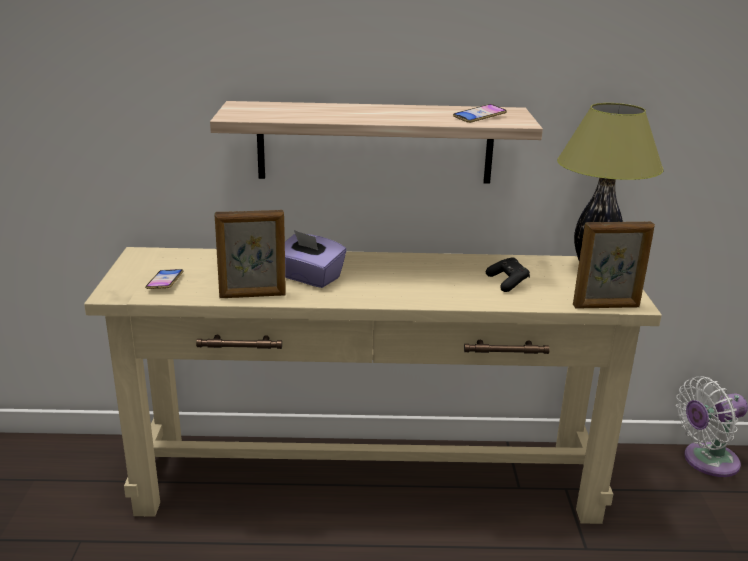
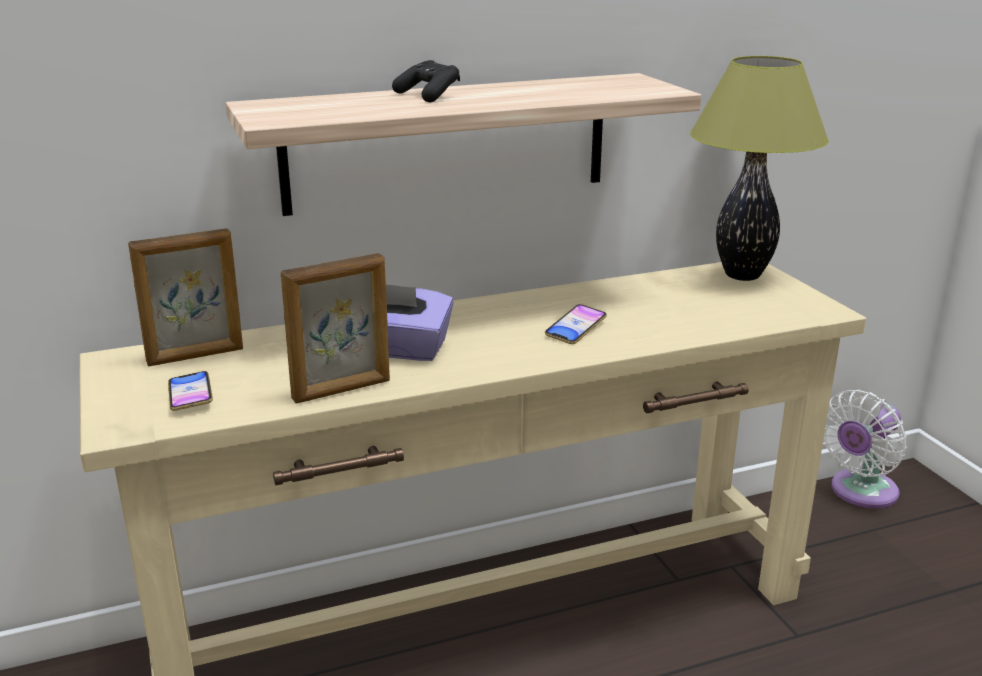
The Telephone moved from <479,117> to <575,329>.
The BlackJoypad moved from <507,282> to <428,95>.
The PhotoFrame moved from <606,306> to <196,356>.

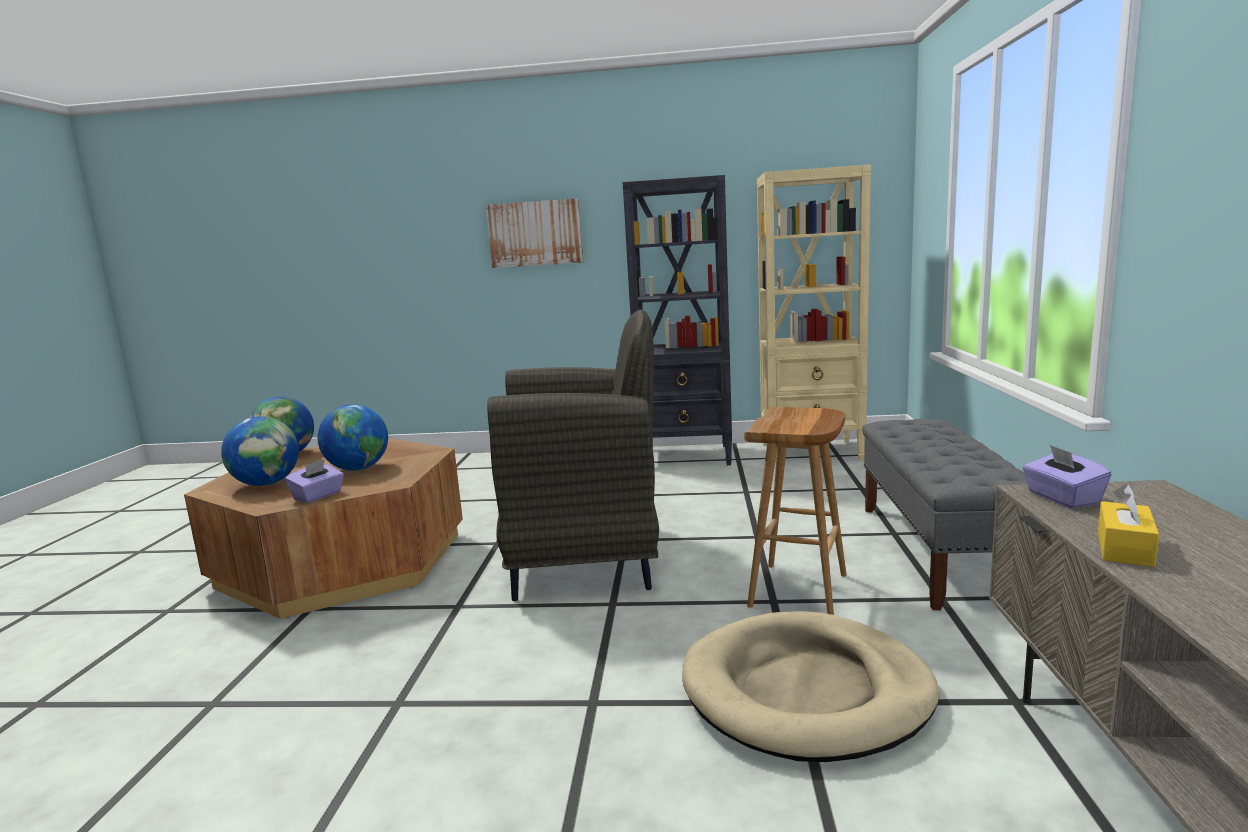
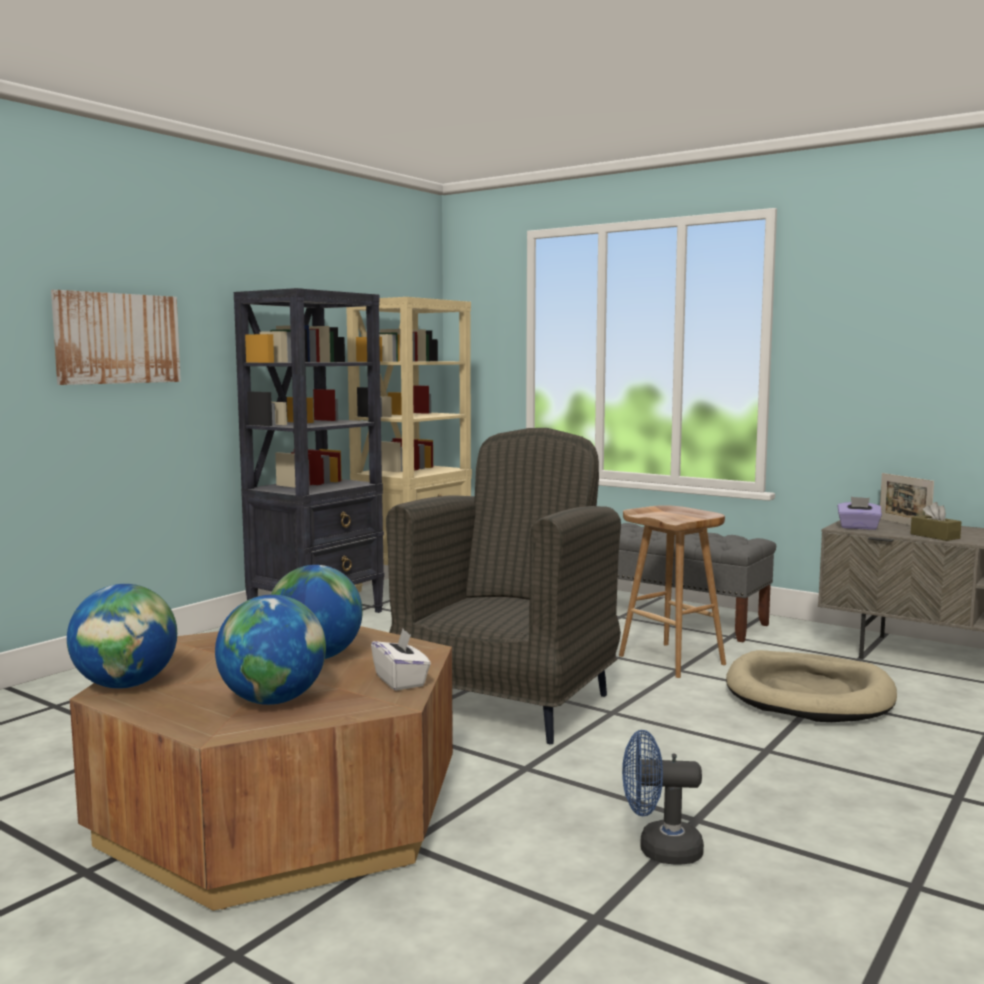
The PurplishTissueHolder at <318,496> became the WhitishTissueHolder at <401,681>.
The YellowTissueHolder at <1124,548> became the BrownColouredTissueHolder at <935,536>.
The BluishFan at <659,849> appeared.
The PhotoFrame at <904,524> appeared.

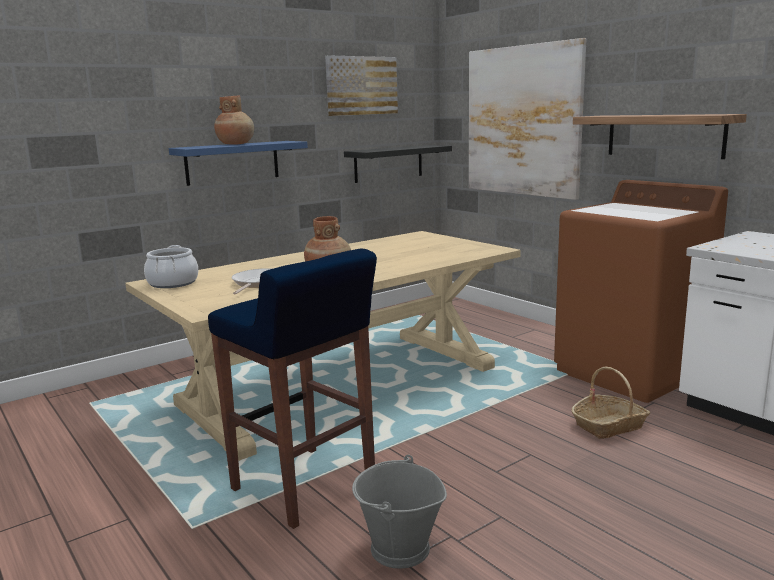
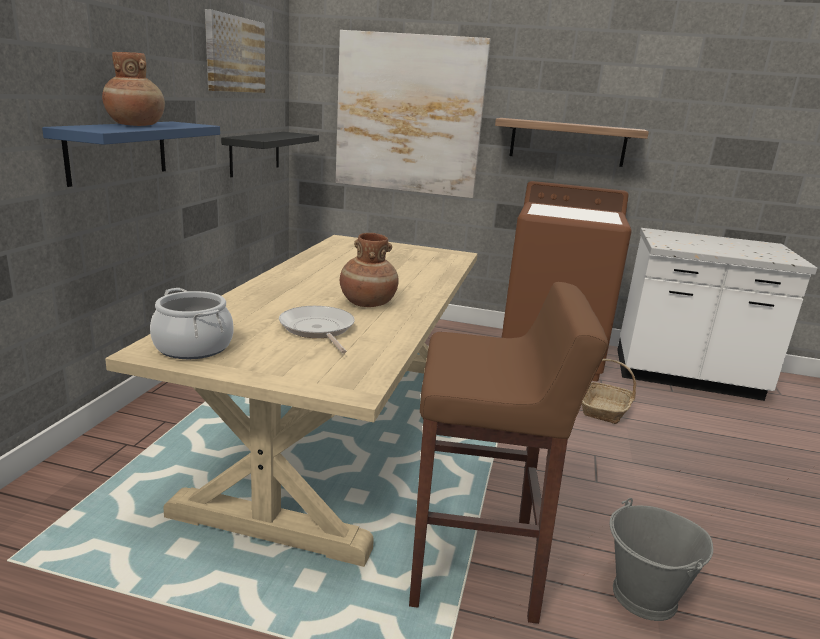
The BluishSittingStool at <305,486> became the BrownColouredSittingStool at <476,567>.

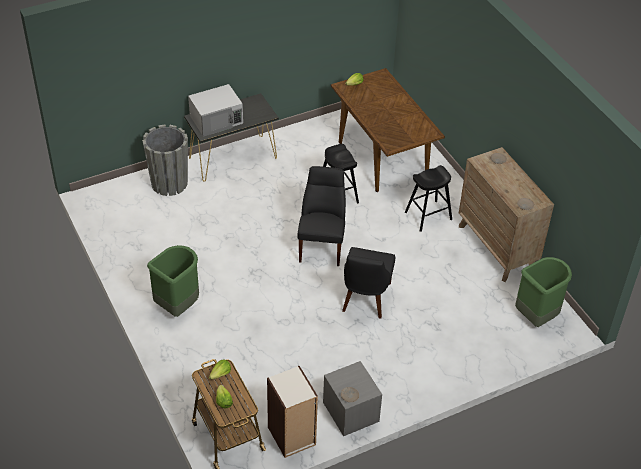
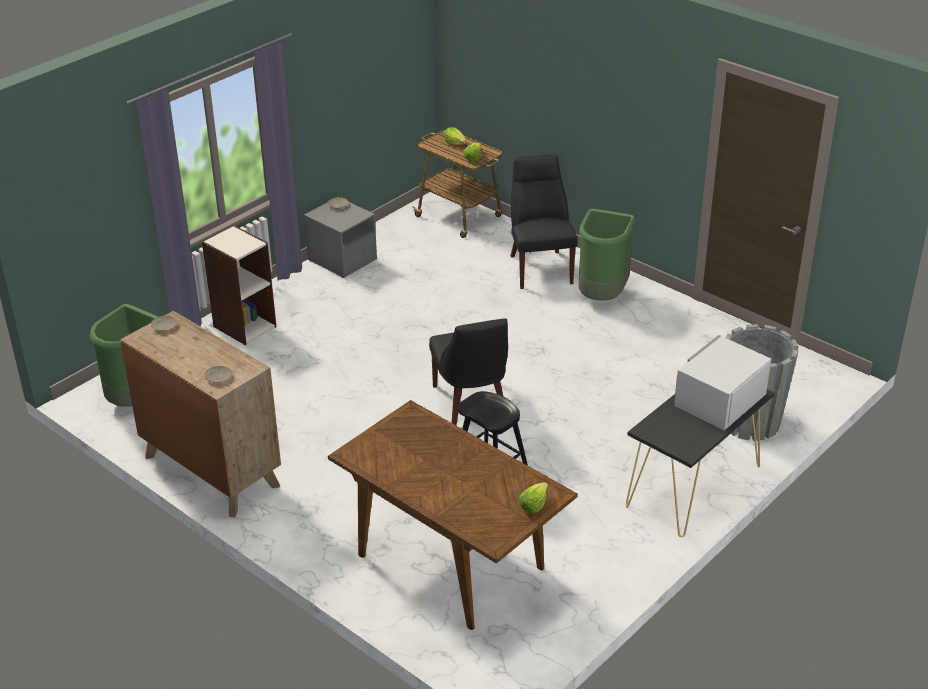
The Bookcase moved from <291,436> to <244,326>.
The BlackChair moved from <365,299> to <540,267>.
The BlackSittingStool at <428,216> disappeared.

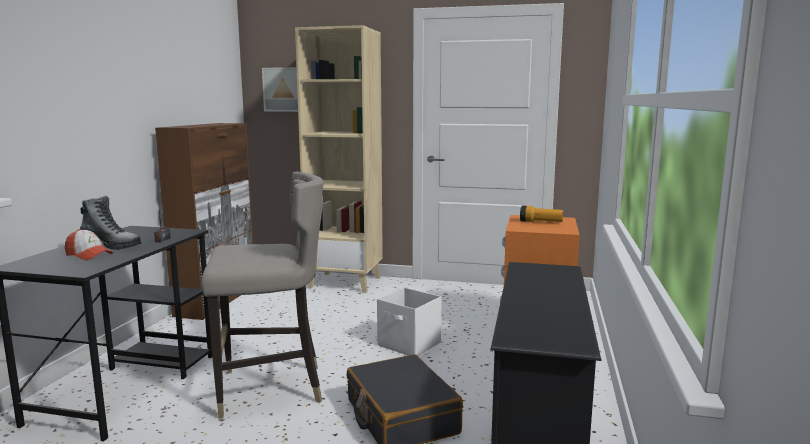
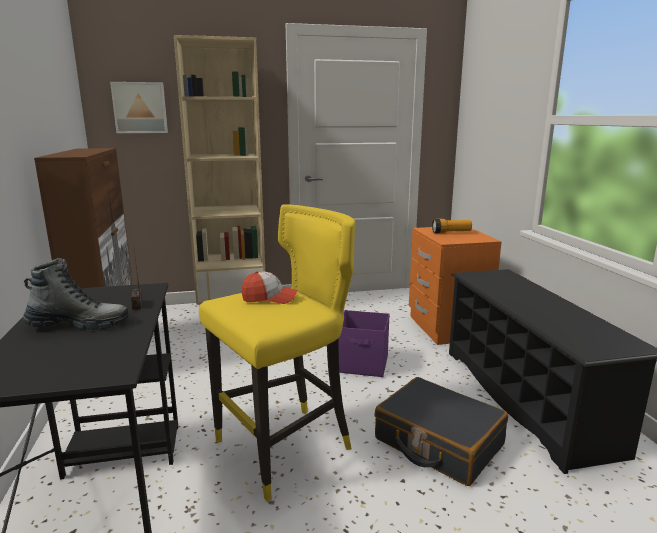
The BaseballCap moved from <89,255> to <269,298>.
The GreyishSittingStool at <271,389> became the YellowSittingStool at <286,448>.
The WhitishStorageBin at <409,344> became the PurplishStorageBin at <363,364>.

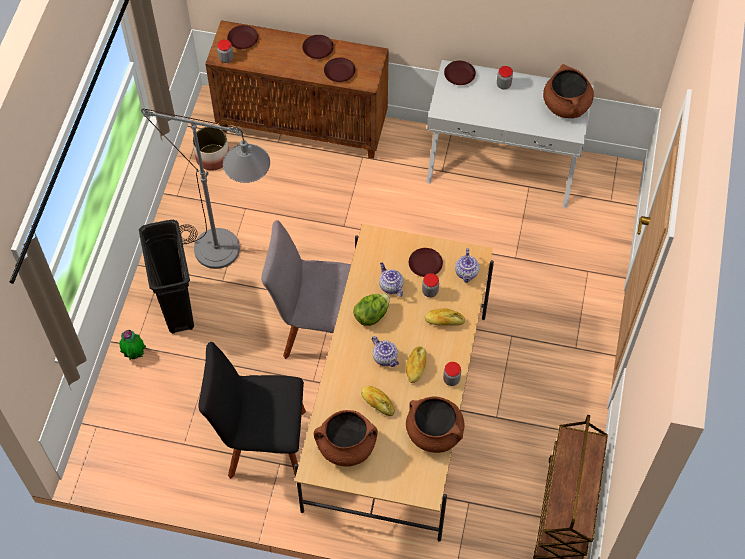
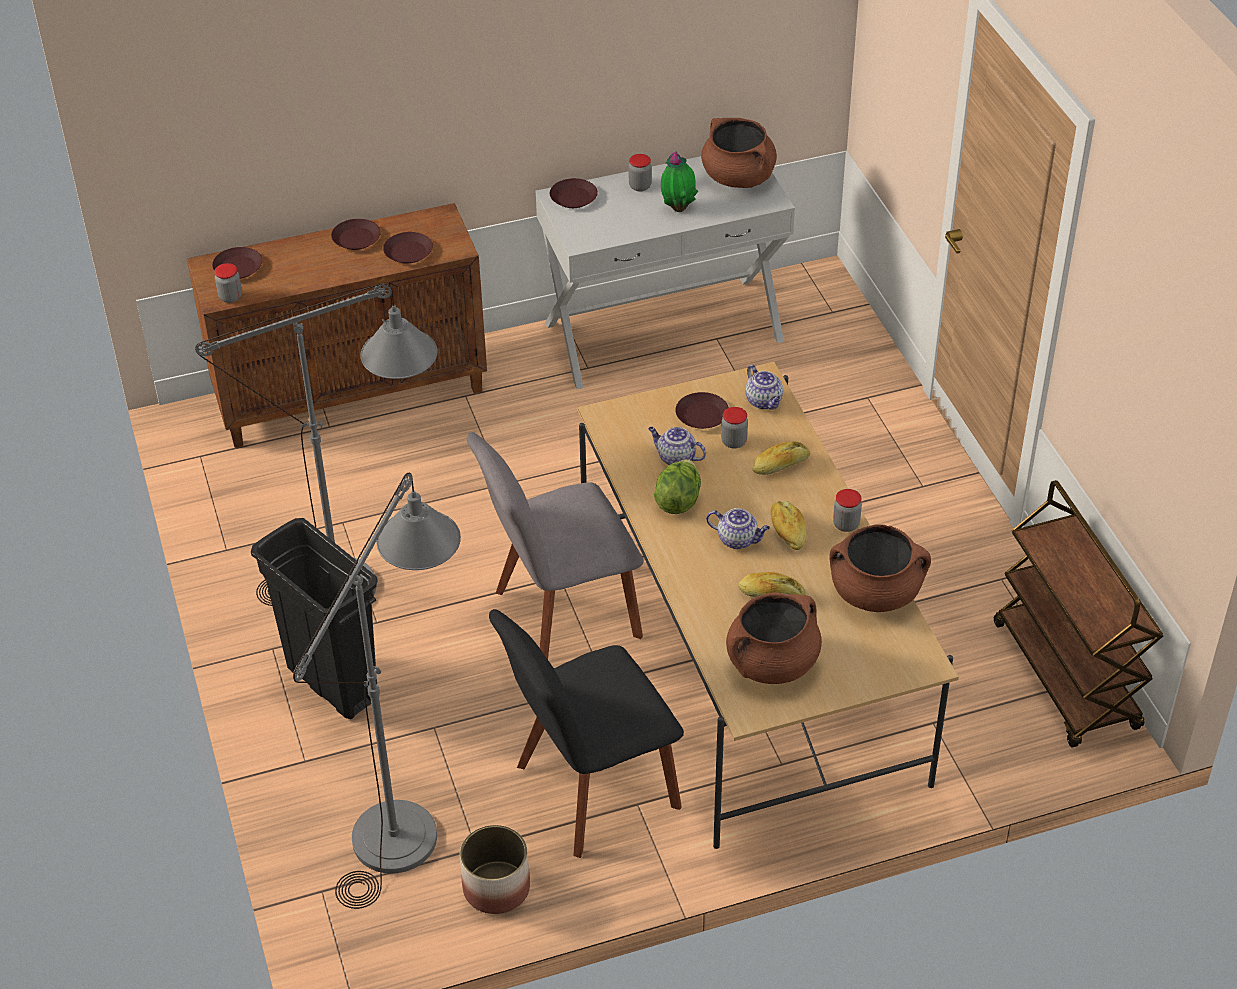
The Houseplant moved from <135,354> to <678,208>.
The PlantPot moved from <212,157> to <496,887>.
The GreyishStandardLamp at <408,820> appeared.

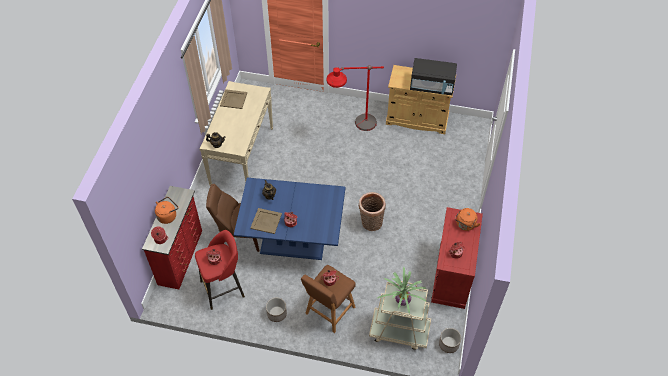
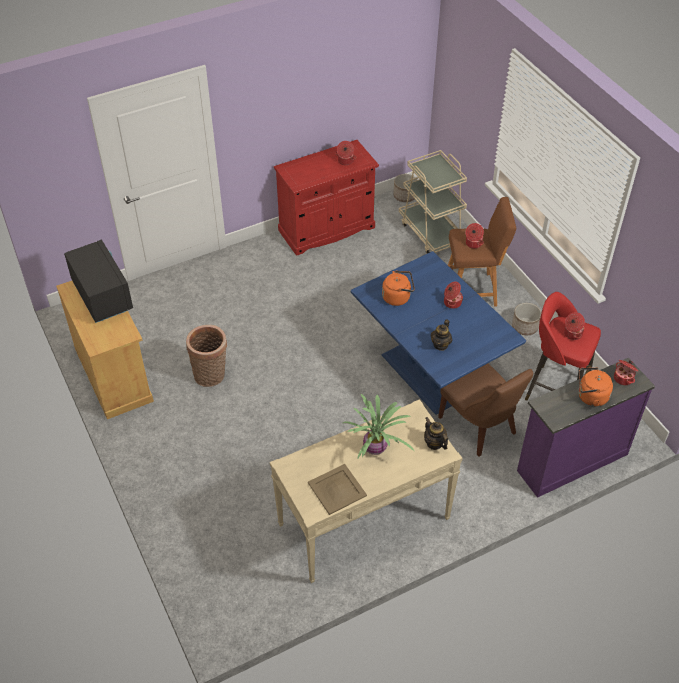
The ReddishDrawerChest at <181,257> became the PurplishDrawerChest at <570,461>.
The BeigeServingTray at <266,221> disappeared.
The ReddishStandardLamp at <354,130> disappeared.
The HouseholdBasket moved from <370,223> to <211,375>.
The Houseplant moved from <401,300> to <375,449>.
The OrangeyTeaKettle moved from <465,225> to <398,297>.

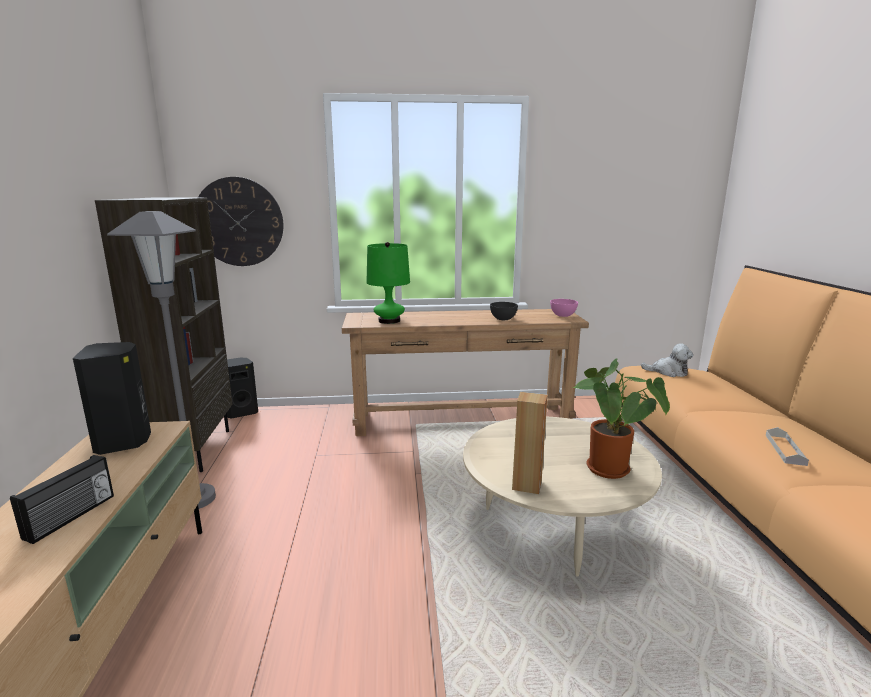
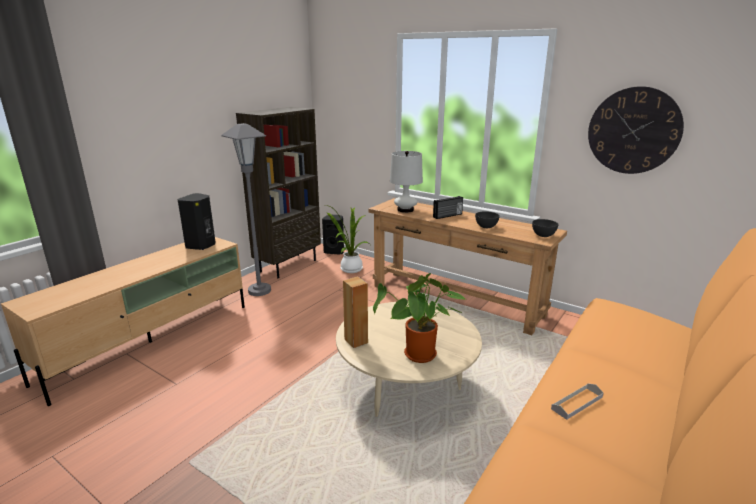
The Radio moved from <71,517> to <448,216>.
The HangingClock moved from <239,222> to <633,131>.
The GreenColouredTableLamp at <389,321> became the WhitishTableLamp at <405,210>.
The PinkColouredBowl at <562,315> became the GreyishBowl at <543,235>.
The SoftToy at <668,372> disappeared.
The Houseplant at <349,269> appeared.

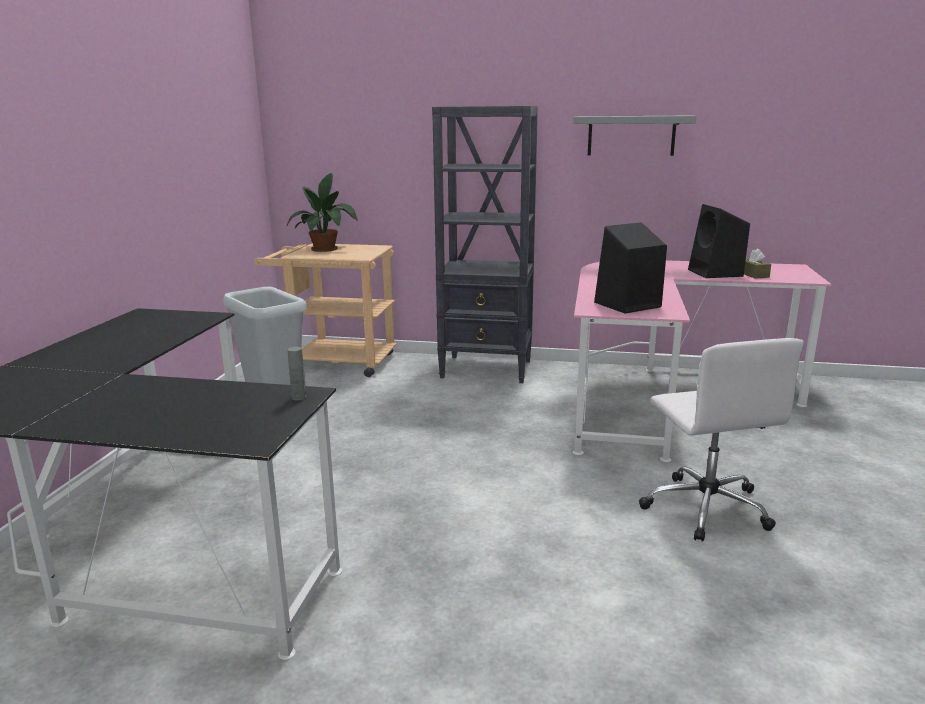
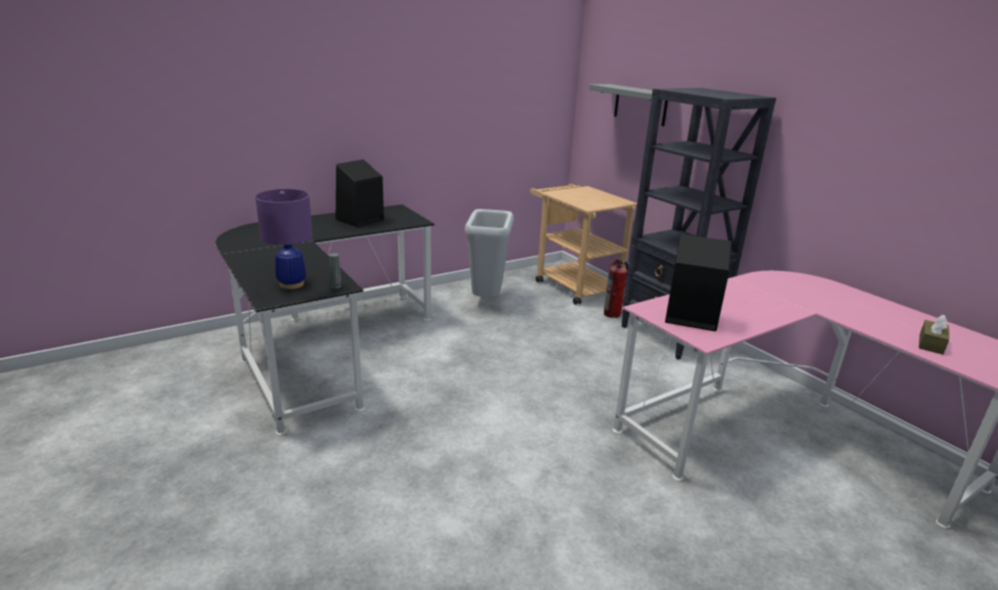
The Houseplant at <326,249> disappeared.
The GreyishBracketShelf moved from <631,135> to <640,105>.
The WhitishComputerChair at <705,507> disappeared.
The BlackSpeaker moved from <716,273> to <359,220>.
The PurplishTableLamp at <291,284> appeared.
The FireExtinguisher at <612,314> appeared.

